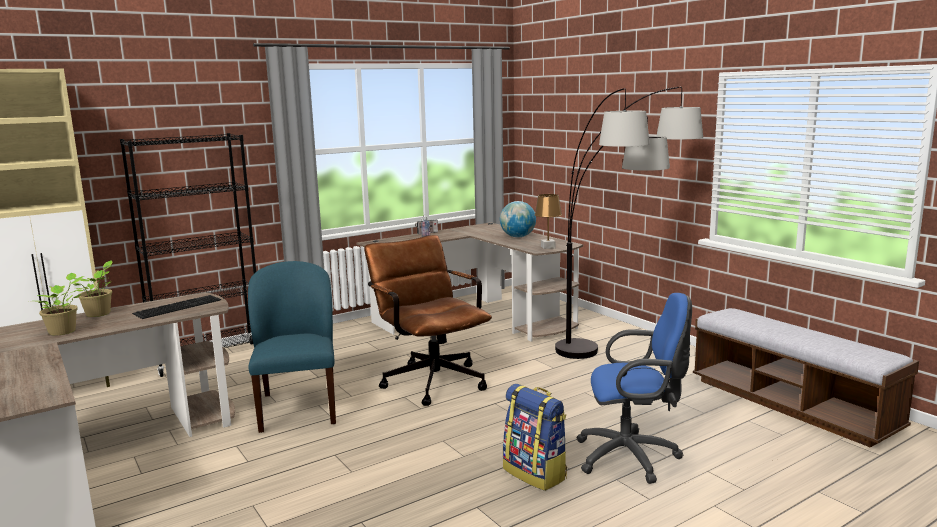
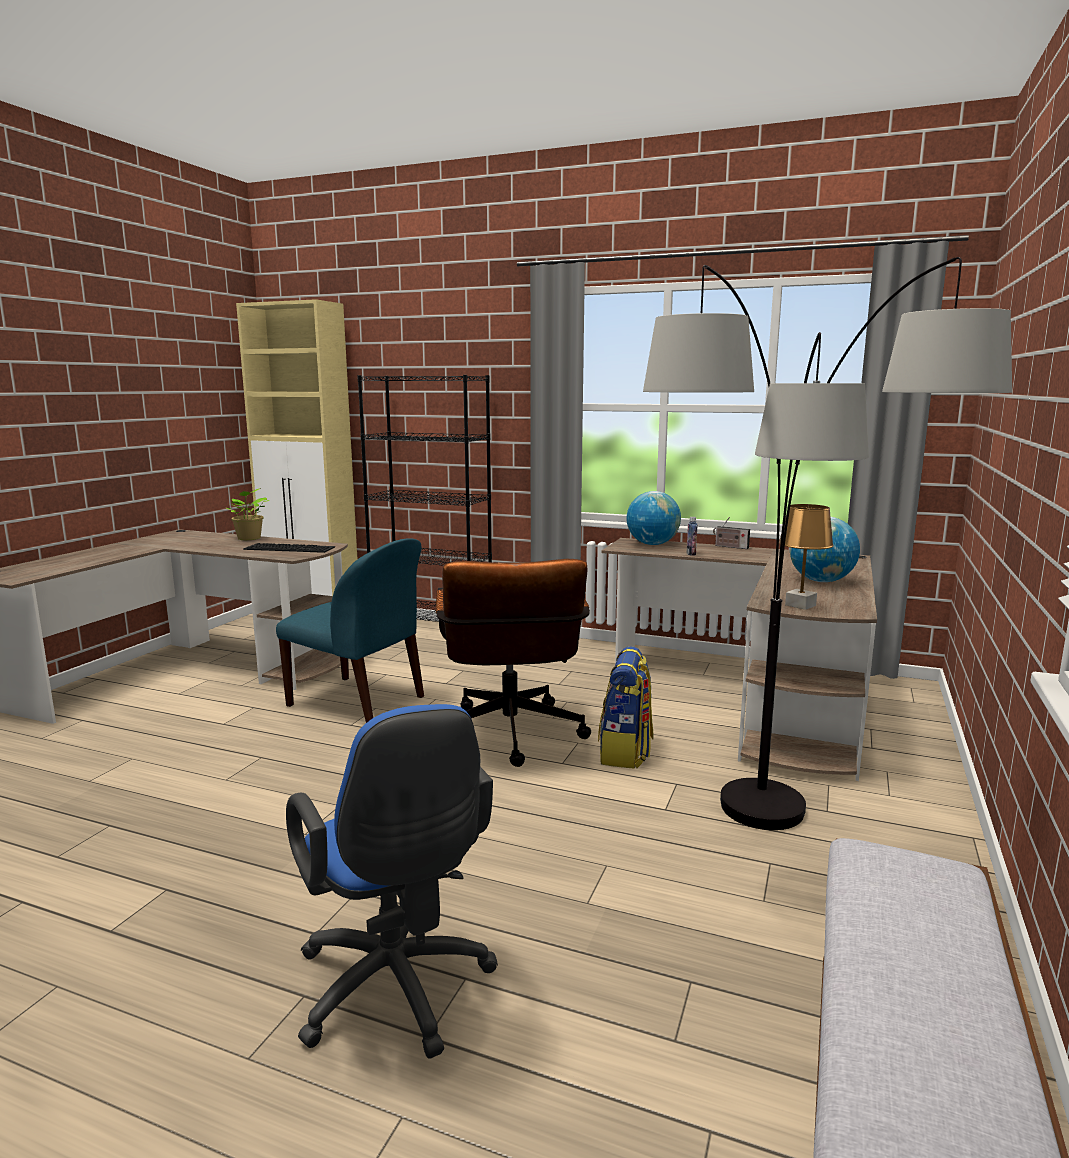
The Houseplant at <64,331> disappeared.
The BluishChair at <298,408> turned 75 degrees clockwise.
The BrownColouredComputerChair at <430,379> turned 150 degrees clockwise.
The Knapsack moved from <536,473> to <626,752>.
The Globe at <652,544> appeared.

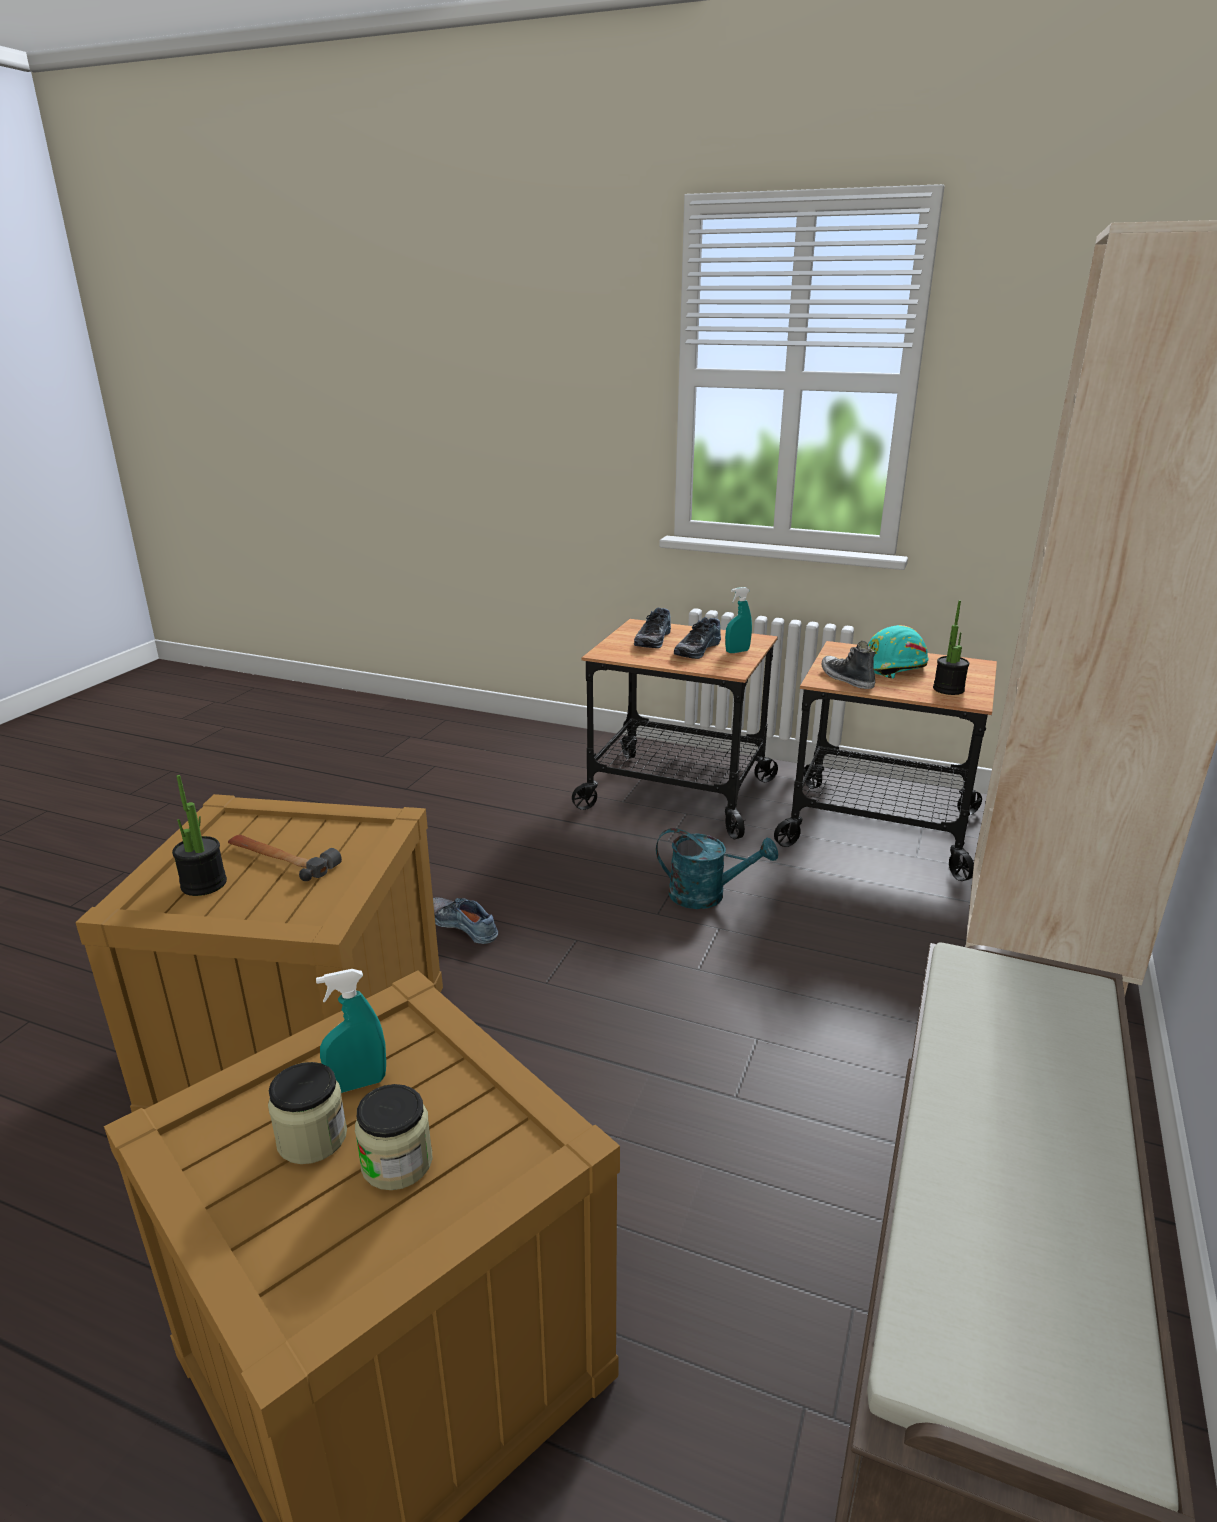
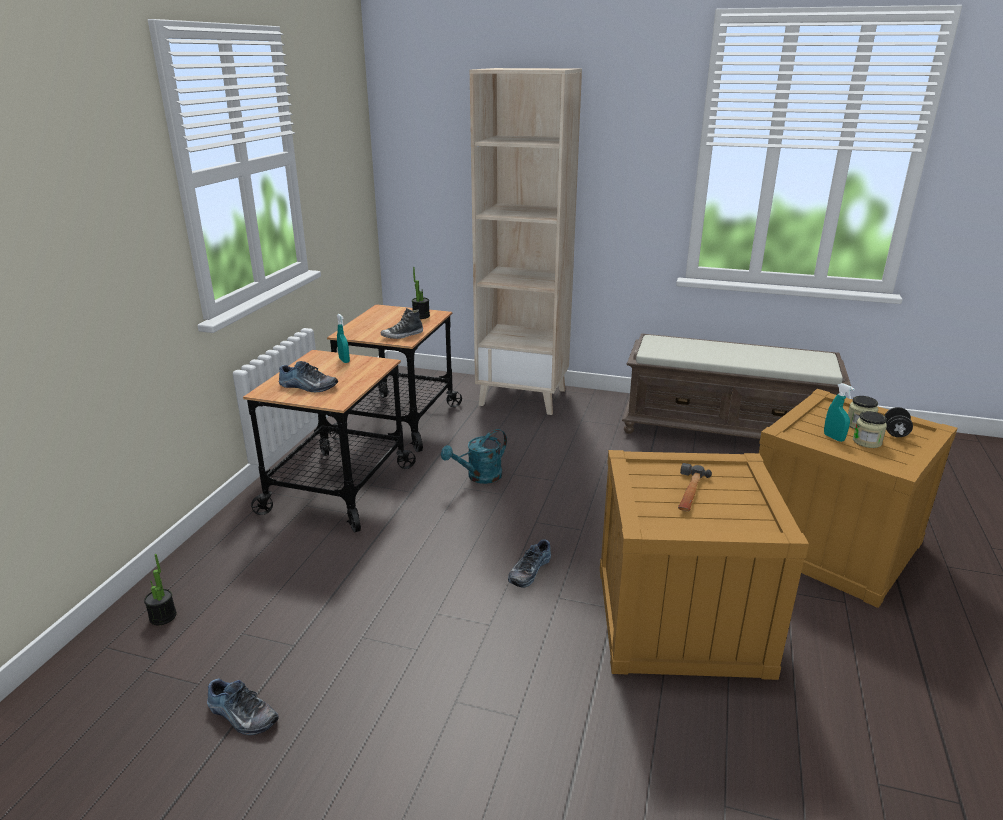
The Houseplant moved from <204,884> to <163,616>.
The TurquoiseColouredSprinklingCan at <707,895> turned 135 degrees counterclockwise.
The LowShoe moved from <696,649> to <241,716>.
The TurquoiseColouredSafetyHelmet at <891,668> disappeared.
The BlackFreeWeight at <895,432> appeared.

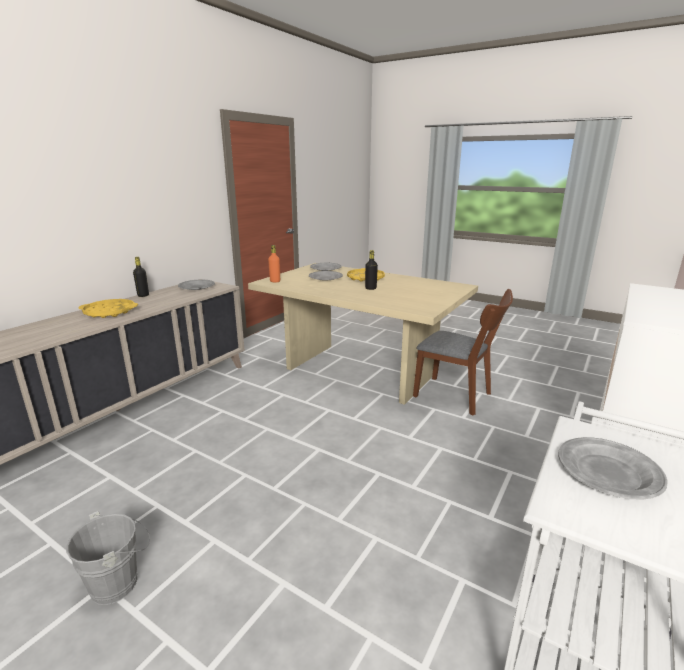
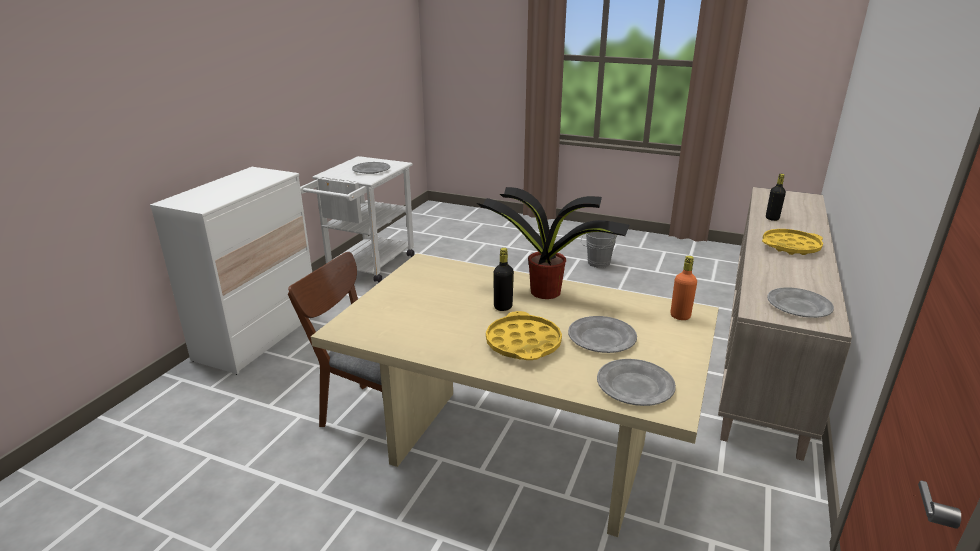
The BlackBeverageBottle moved from <143,295> to <772,218>.
The Houseplant at <547,292> appeared.

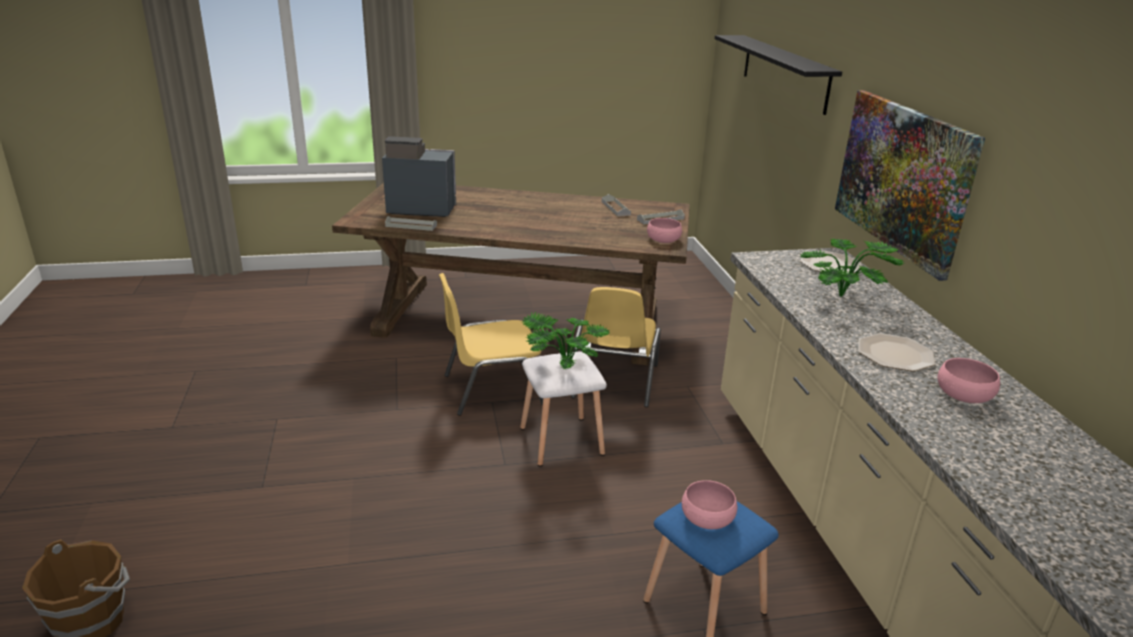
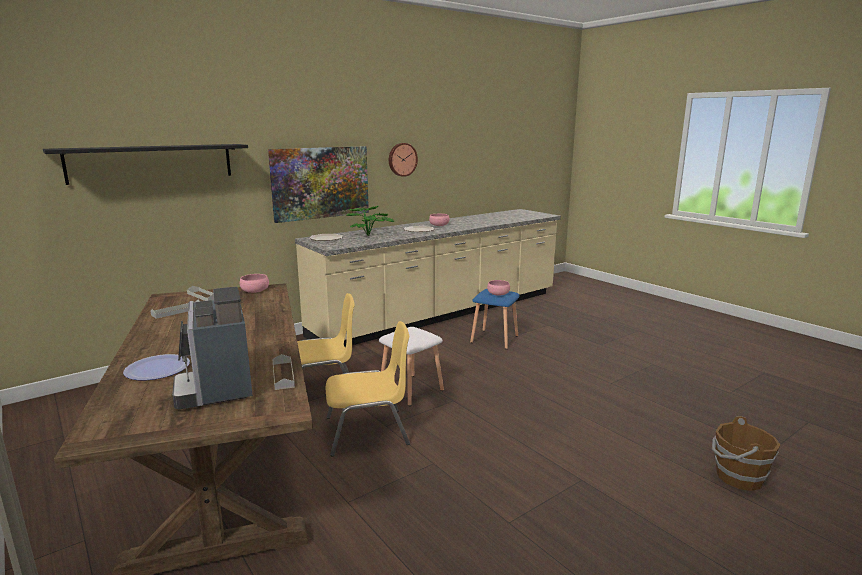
The YellowChair at <491,389> turned 60 degrees counterclockwise.
The Houseplant at <561,365> disappeared.
The Plate at <157,369> appeared.
The HangingClock at <402,159> appeared.

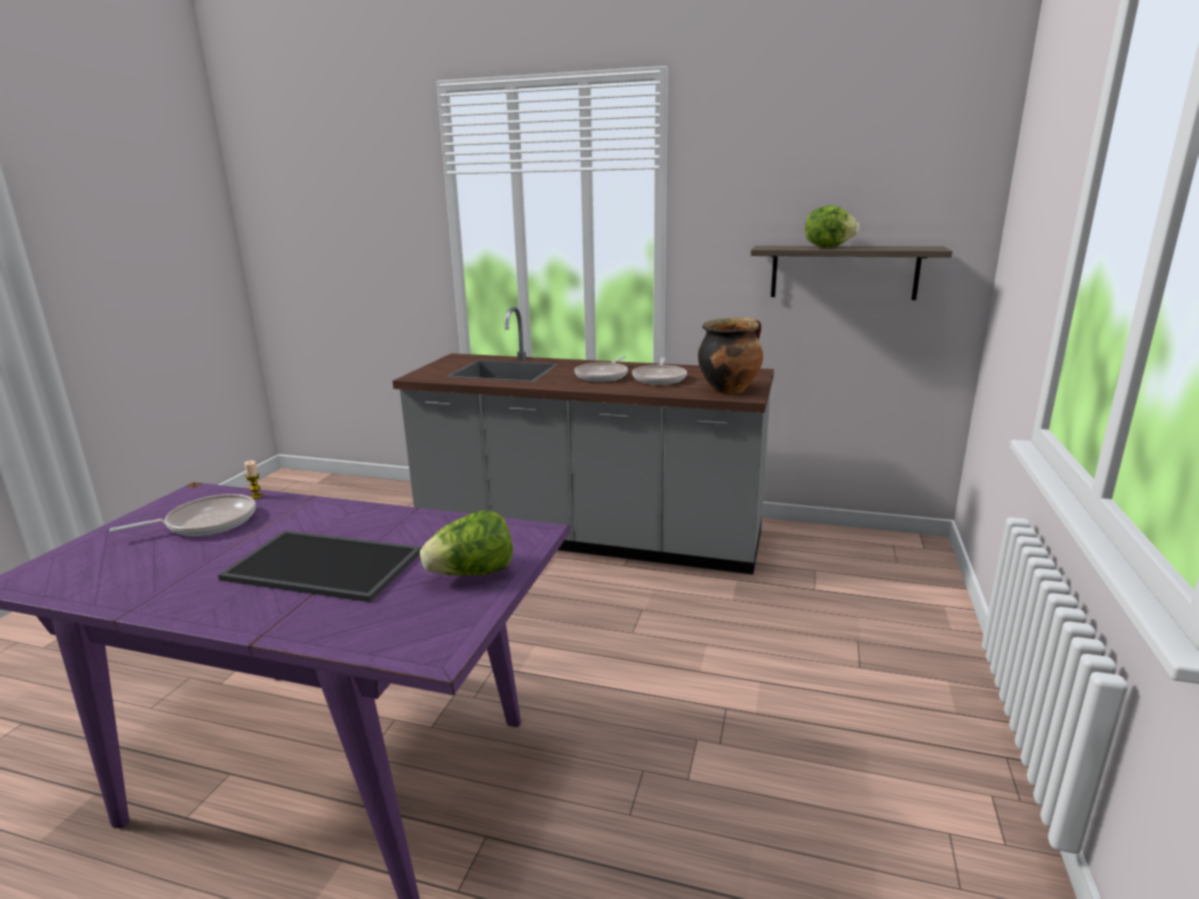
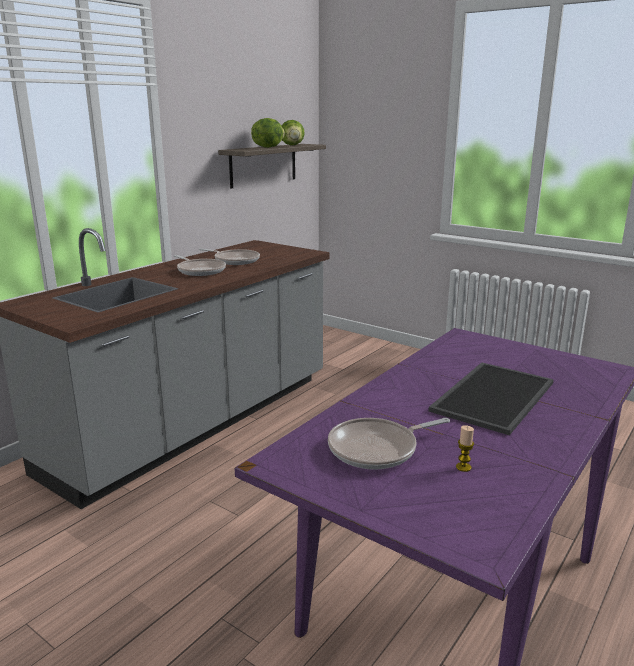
The Pan at <206,523> turned 105 degrees counterclockwise.
The WaxCandle moved from <256,496> to <463,467>.
The Lettuce moved from <472,574> to <293,145>.
The Stockpot at <729,389> disappeared.

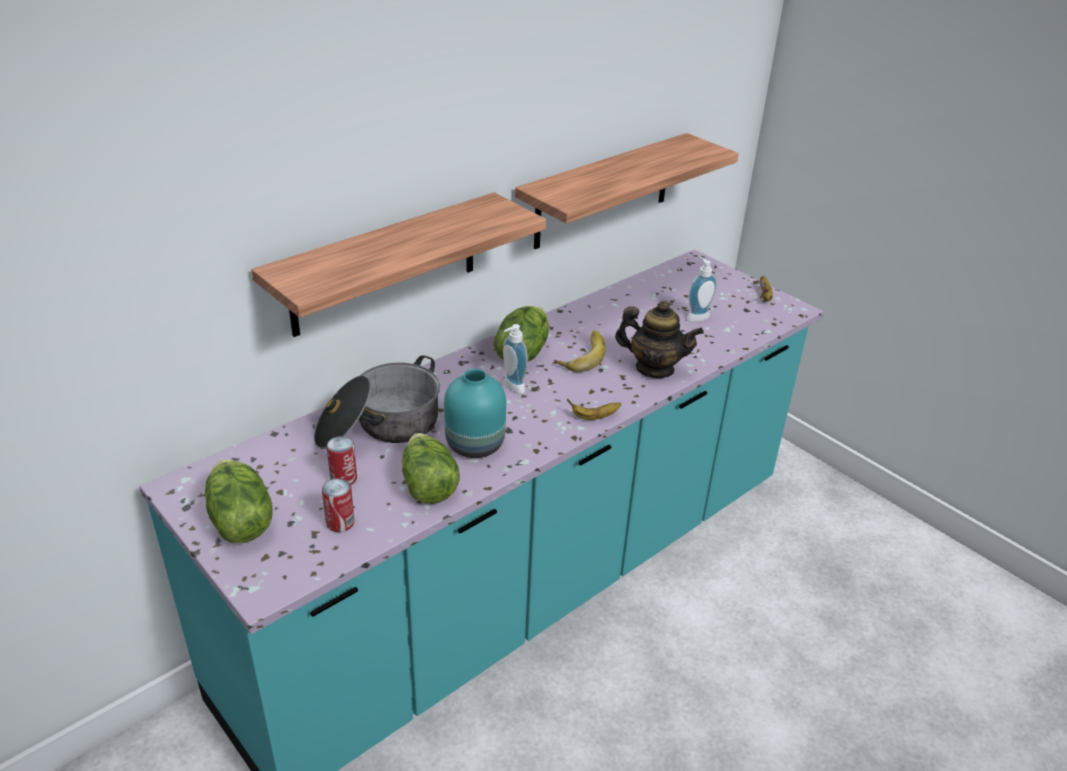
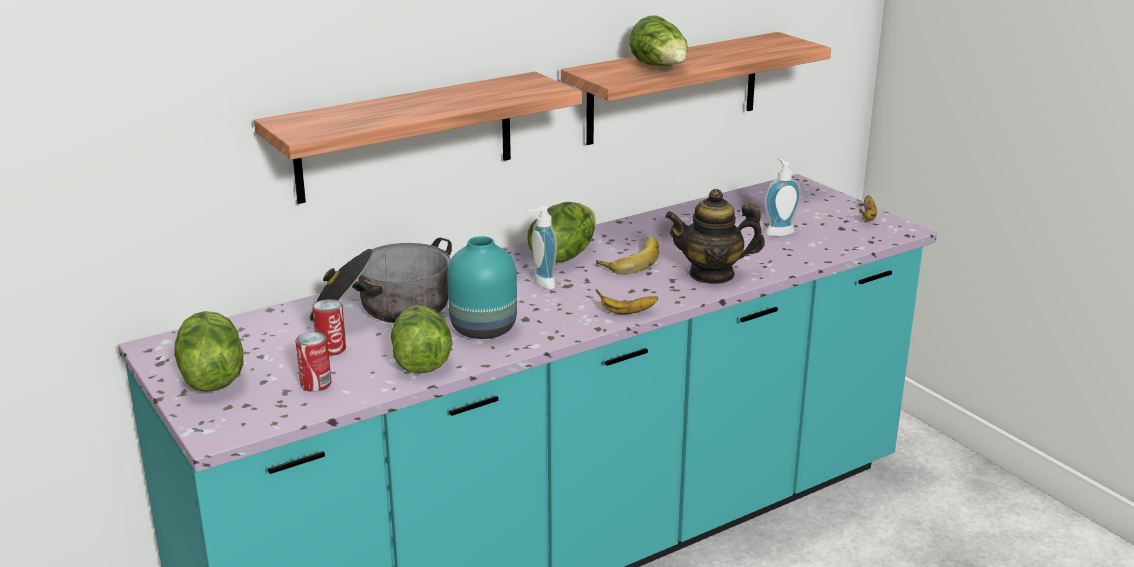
The Teapot at <654,368> turned 150 degrees clockwise.
The Lettuce at <661,67> appeared.

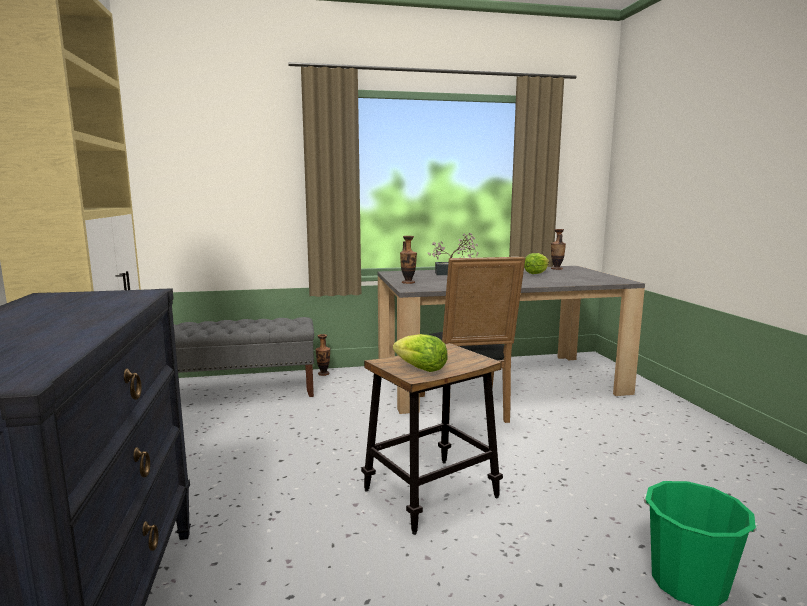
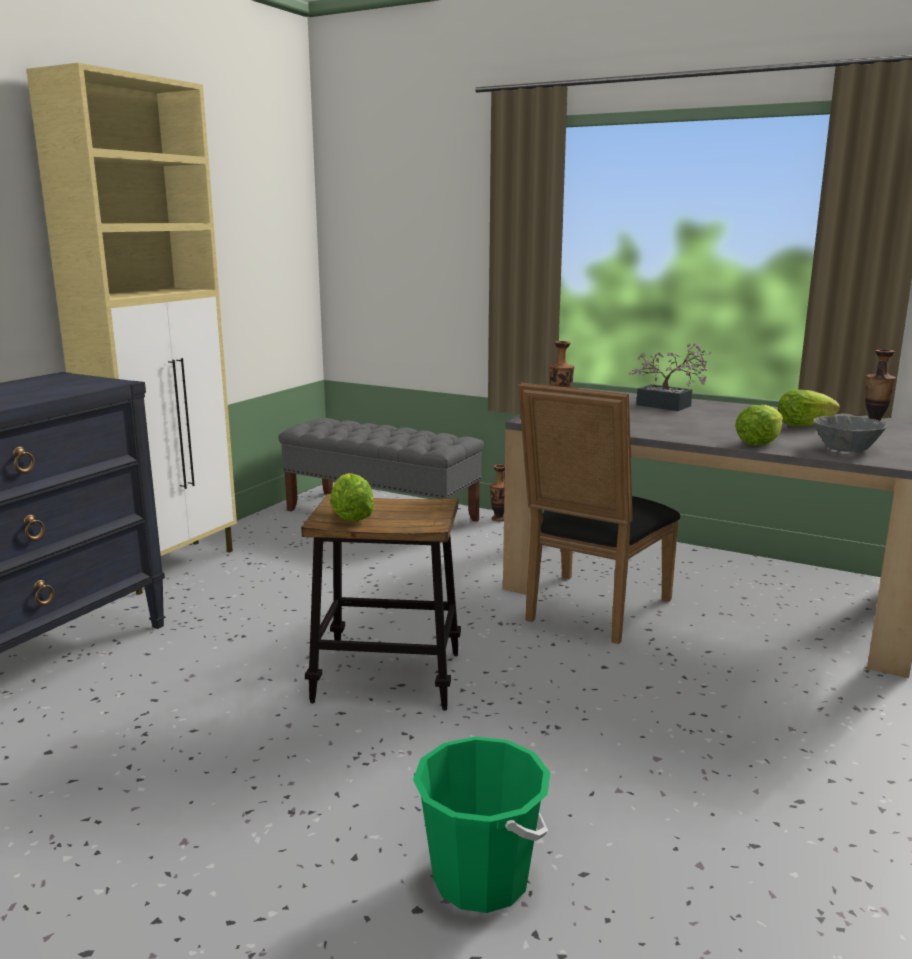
The Lettuce at <758,443> appeared.
The GreyishBowl at <846,448> appeared.

